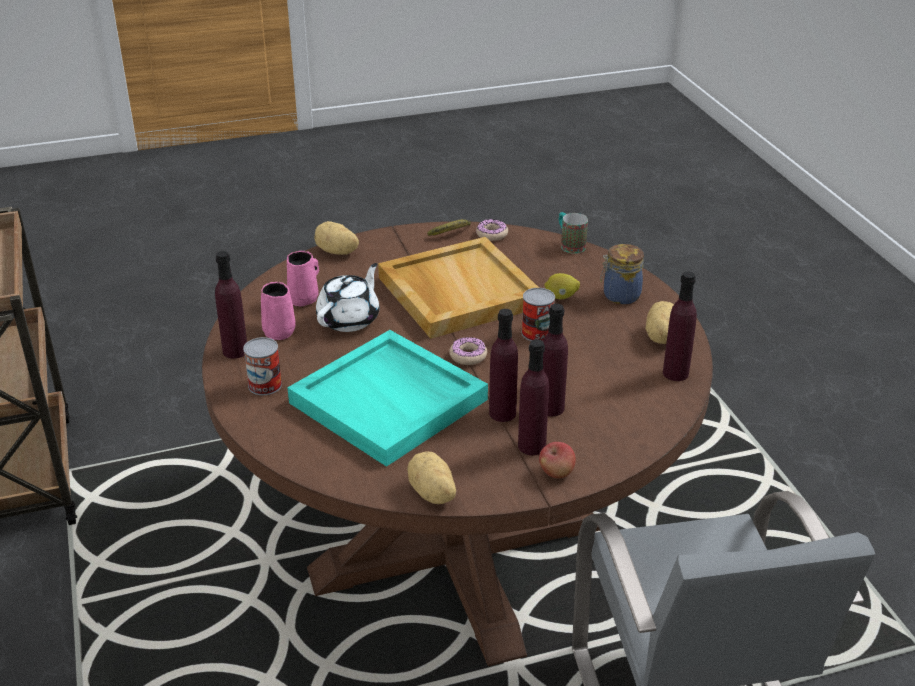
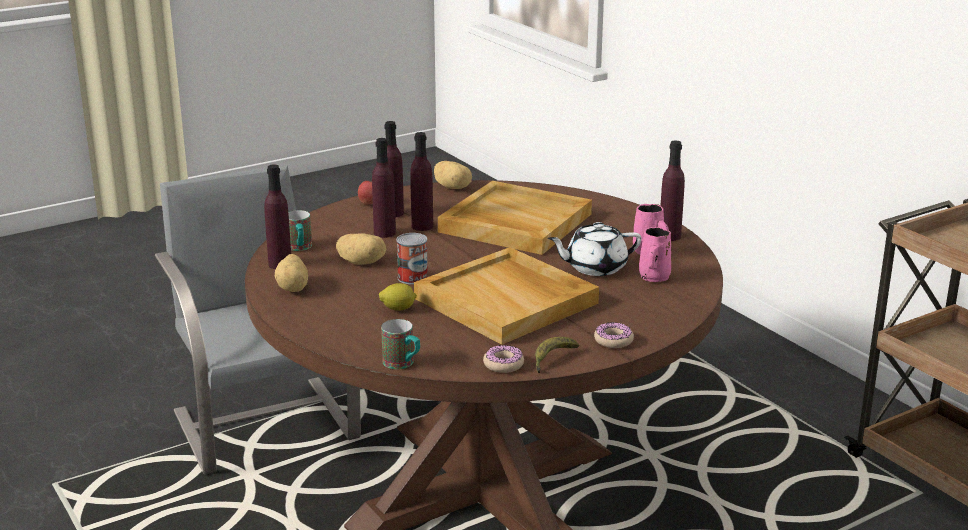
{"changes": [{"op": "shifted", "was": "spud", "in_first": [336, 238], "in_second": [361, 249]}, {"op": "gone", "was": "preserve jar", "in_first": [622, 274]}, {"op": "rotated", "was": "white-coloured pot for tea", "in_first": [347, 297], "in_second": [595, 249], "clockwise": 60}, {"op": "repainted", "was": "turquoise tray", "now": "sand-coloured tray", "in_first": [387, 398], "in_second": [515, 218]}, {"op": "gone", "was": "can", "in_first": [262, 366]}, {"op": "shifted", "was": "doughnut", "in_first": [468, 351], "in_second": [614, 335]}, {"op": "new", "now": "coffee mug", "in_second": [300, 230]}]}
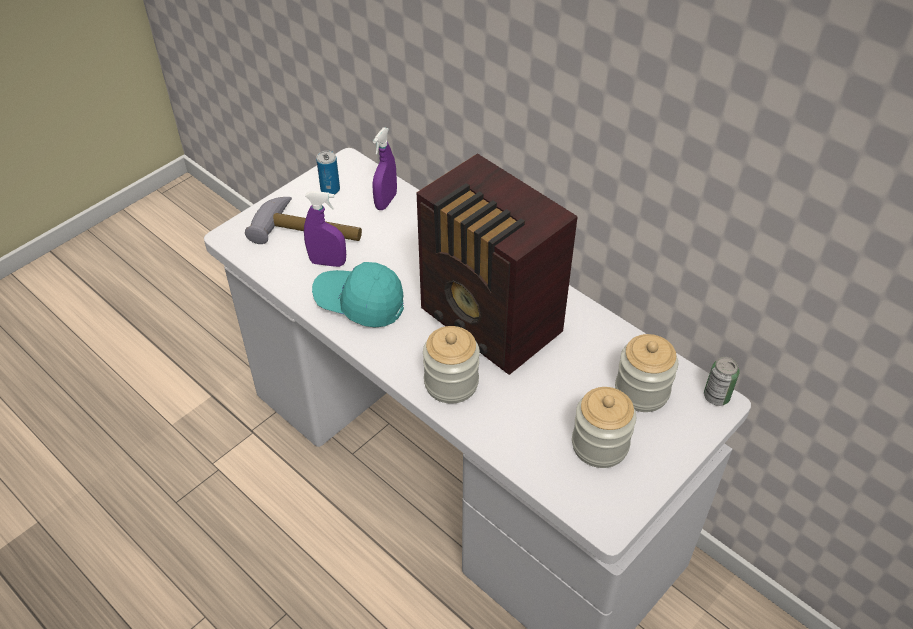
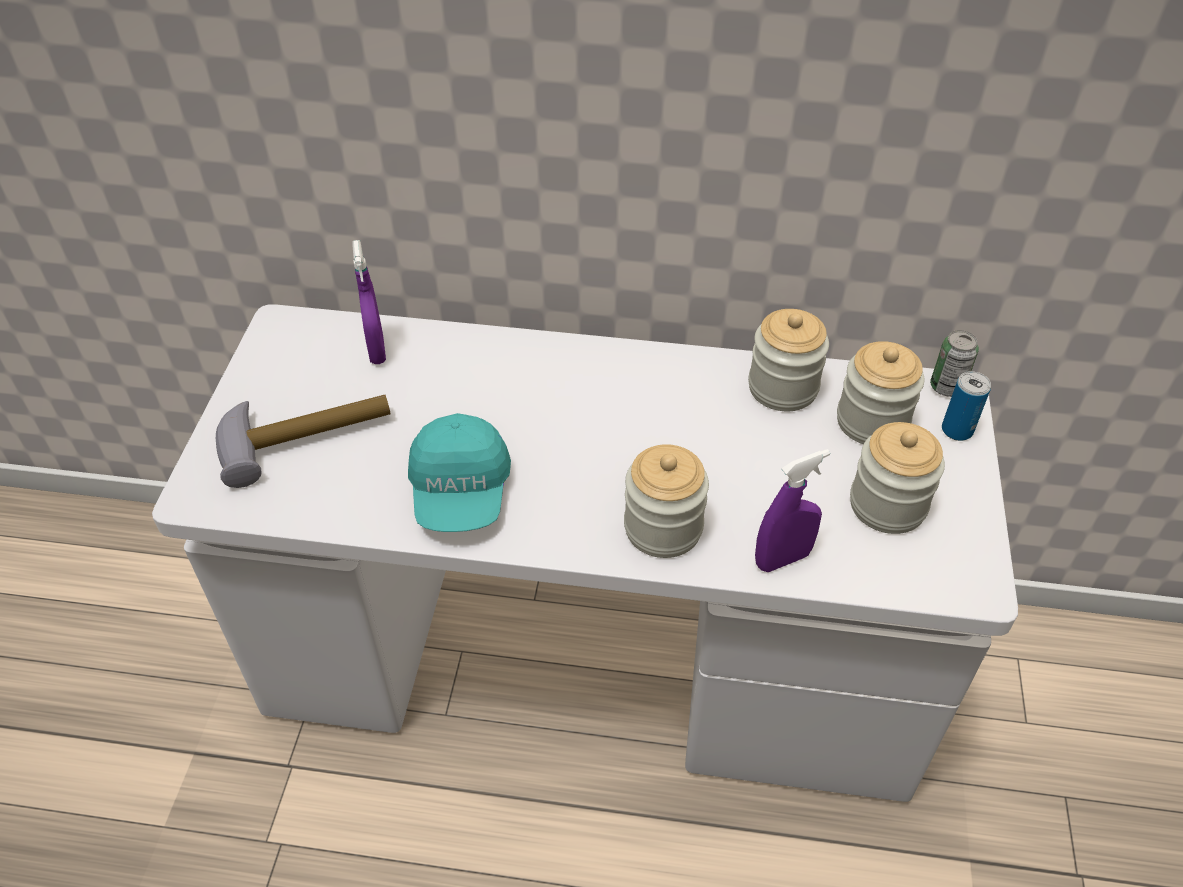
{"changes": [{"op": "shifted", "was": "can", "in_first": [328, 172], "in_second": [966, 406]}, {"op": "gone", "was": "radio", "in_first": [496, 264]}, {"op": "shifted", "was": "purple-coloured hand sprayer", "in_first": [325, 229], "in_second": [792, 510]}, {"op": "rotated", "was": "turquoise peaked cap", "in_first": [358, 295], "in_second": [459, 472], "clockwise": -75}, {"op": "new", "now": "preserve jar", "in_second": [788, 360]}]}
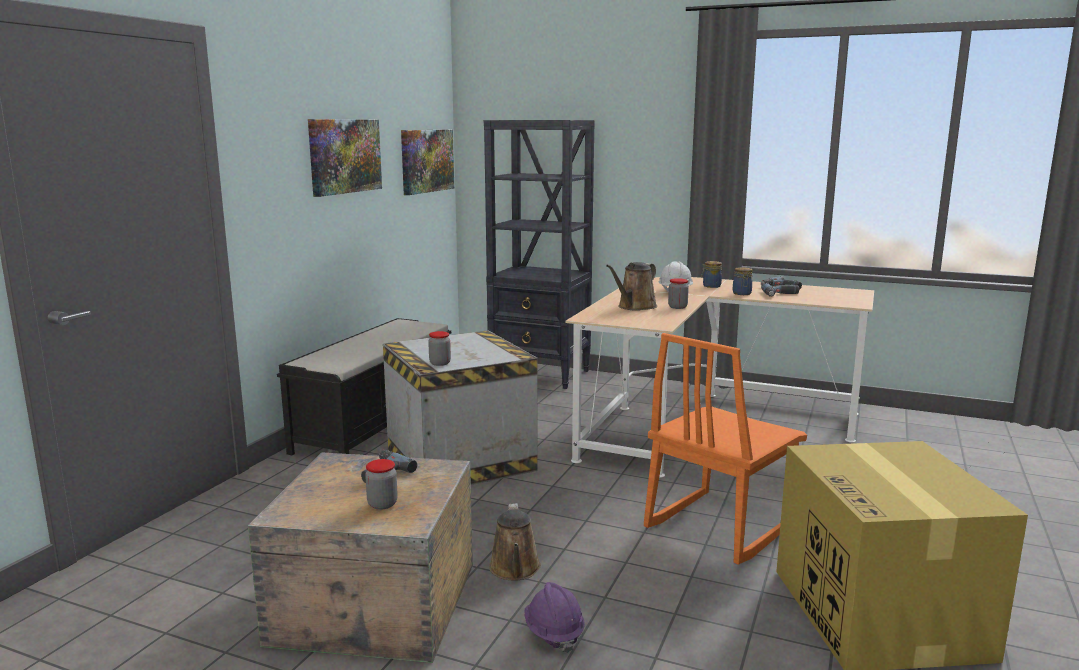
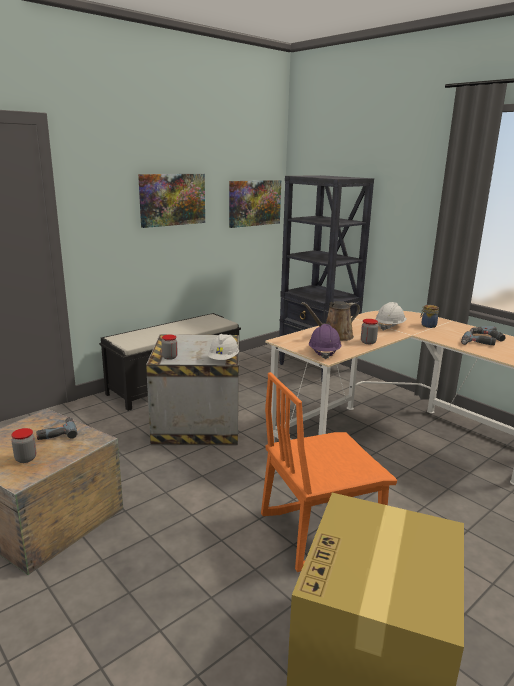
{"changes": [{"op": "gone", "was": "preserve jar", "in_first": [743, 281]}, {"op": "gone", "was": "brownish watering pot", "in_first": [515, 541]}, {"op": "shifted", "was": "purple-coloured safety helmet", "in_first": [555, 617], "in_second": [325, 342]}, {"op": "new", "now": "white-coloured safety helmet", "in_second": [223, 347]}]}
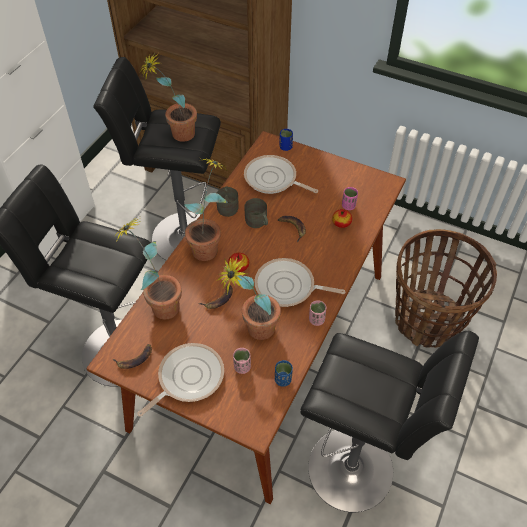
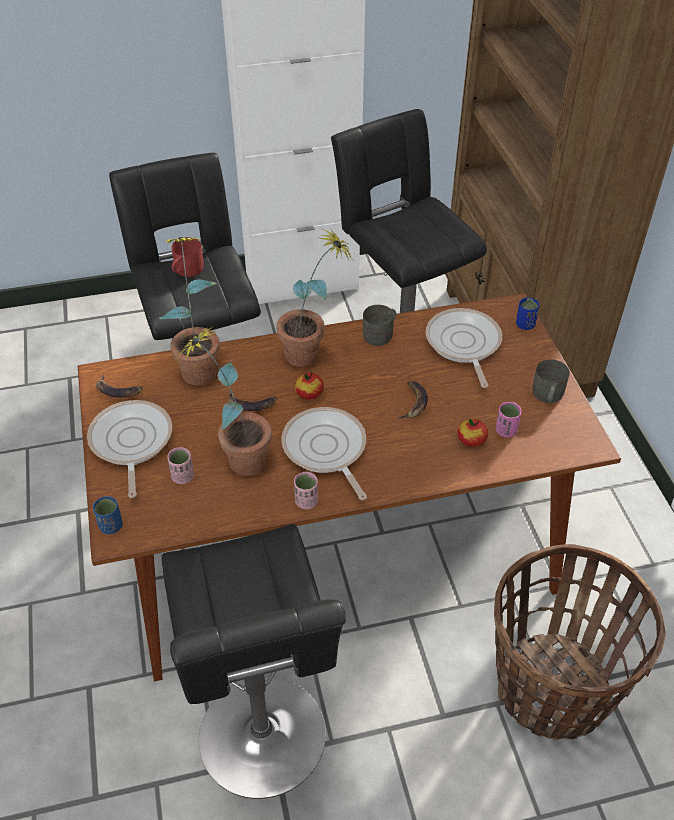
{"changes": [{"op": "gone", "was": "plant in a pot", "in_first": [168, 97]}, {"op": "shifted", "was": "grey coffee mug", "in_first": [256, 213], "in_second": [551, 381]}, {"op": "rotated", "was": "skillet", "in_first": [180, 380], "in_second": [129, 449], "clockwise": -105}, {"op": "shifted", "was": "blue-coloured cup", "in_first": [284, 373], "in_second": [108, 515]}, {"op": "new", "now": "red coffee mug", "in_second": [188, 257]}]}
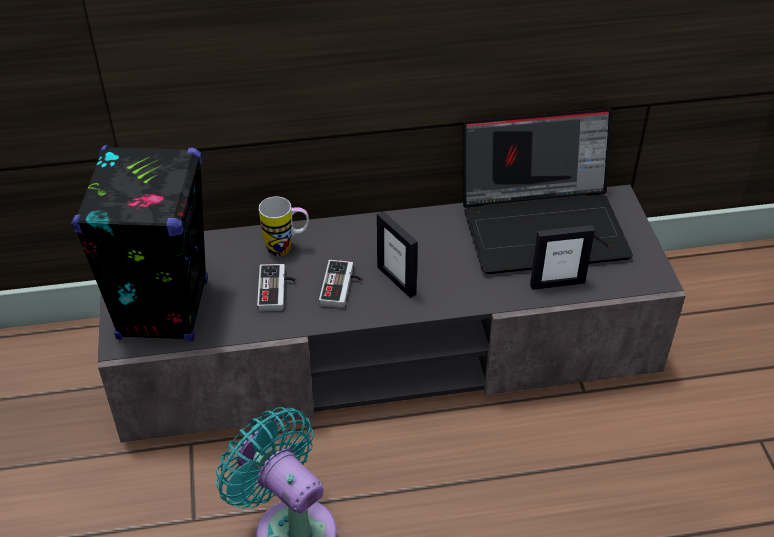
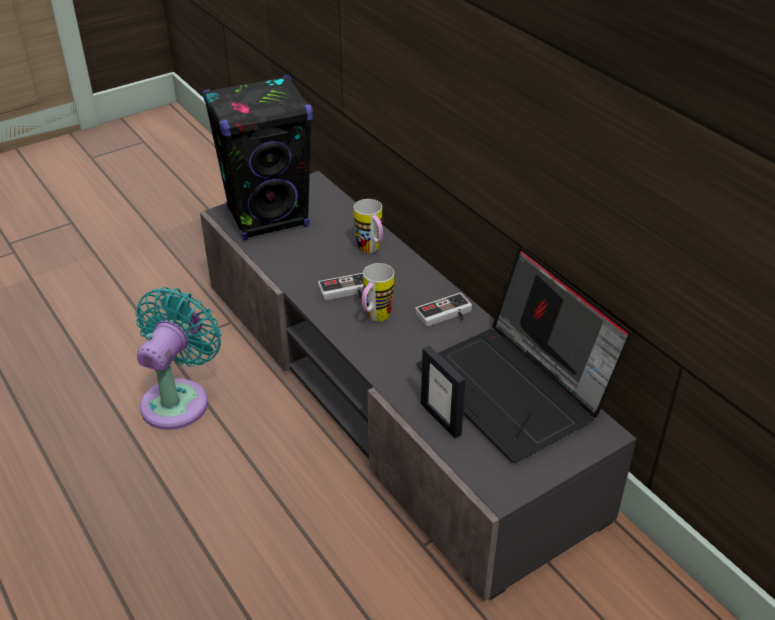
{"changes": [{"op": "swapped", "was": "standing frame", "now": "coffee mug", "in_first": [397, 254], "in_second": [378, 292]}, {"op": "shifted", "was": "joypad", "in_first": [277, 288], "in_second": [443, 310]}]}
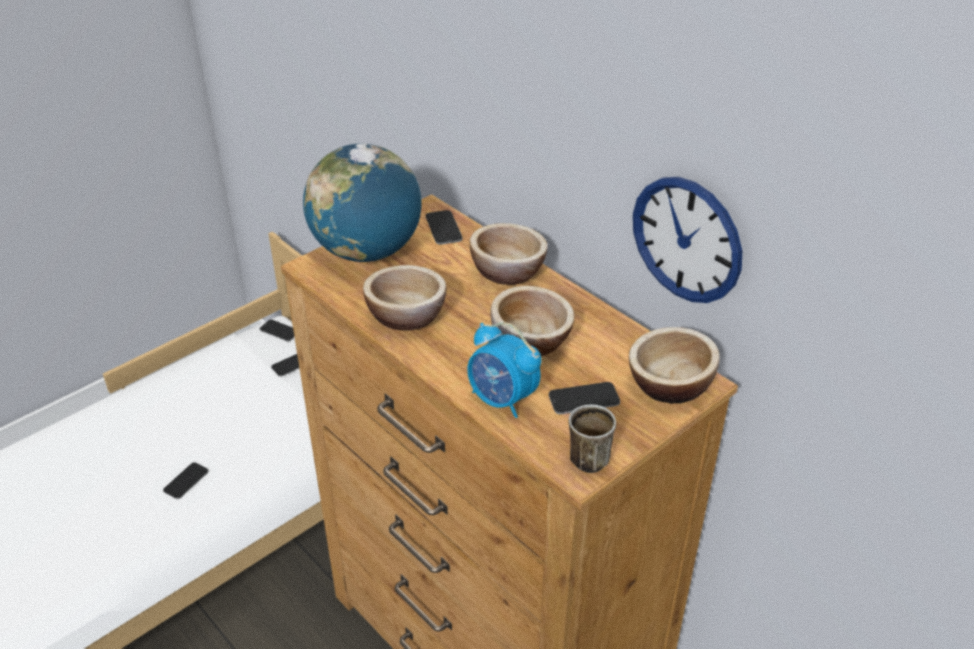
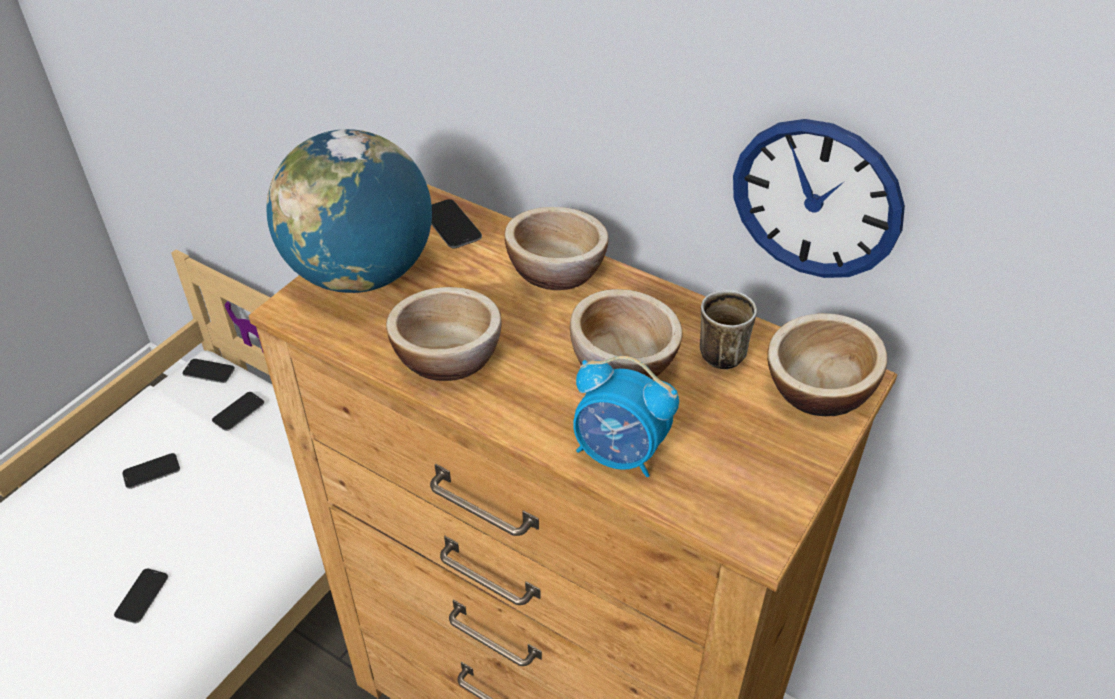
{"changes": [{"op": "shifted", "was": "telephone", "in_first": [584, 398], "in_second": [151, 471]}, {"op": "shifted", "was": "coffee mug", "in_first": [592, 438], "in_second": [728, 330]}]}
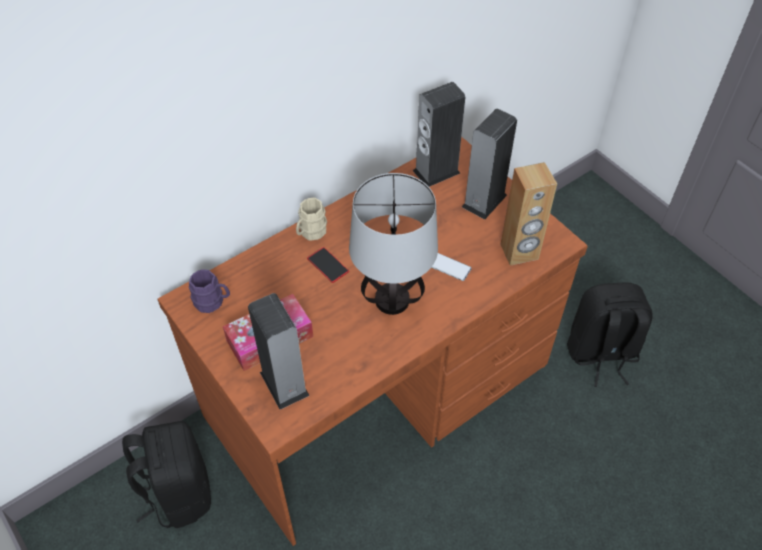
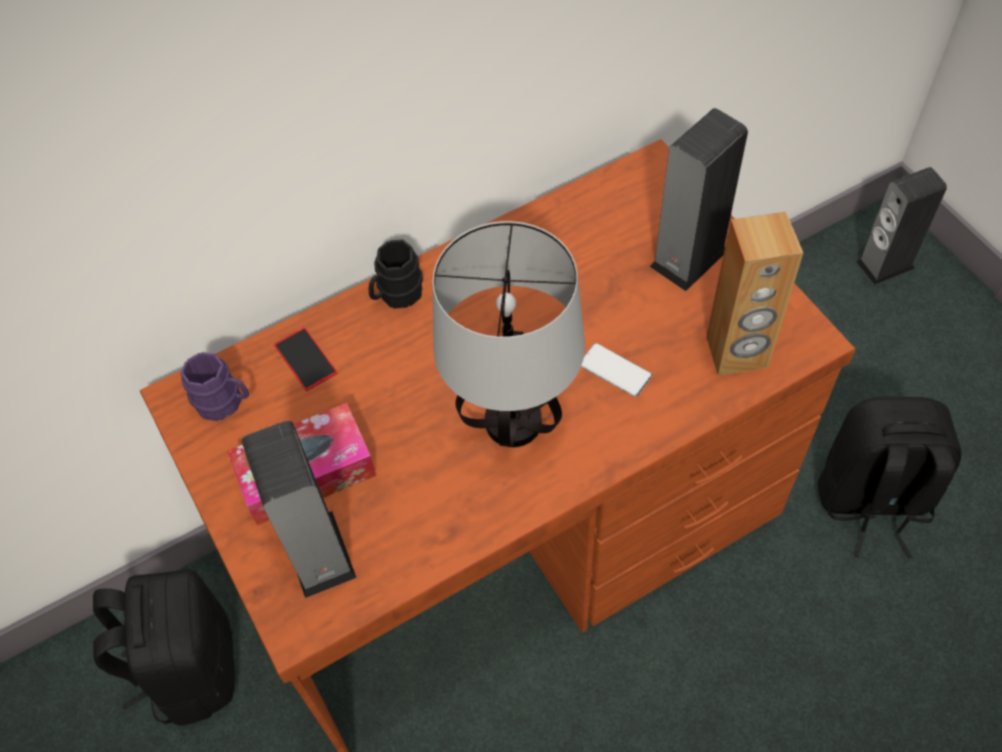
{"changes": [{"op": "shifted", "was": "speaker", "in_first": [439, 134], "in_second": [901, 226]}, {"op": "repainted", "was": "sand-coloured coffee mug", "now": "black coffee mug", "in_first": [311, 219], "in_second": [396, 274]}, {"op": "shifted", "was": "telephone", "in_first": [328, 265], "in_second": [305, 359]}]}
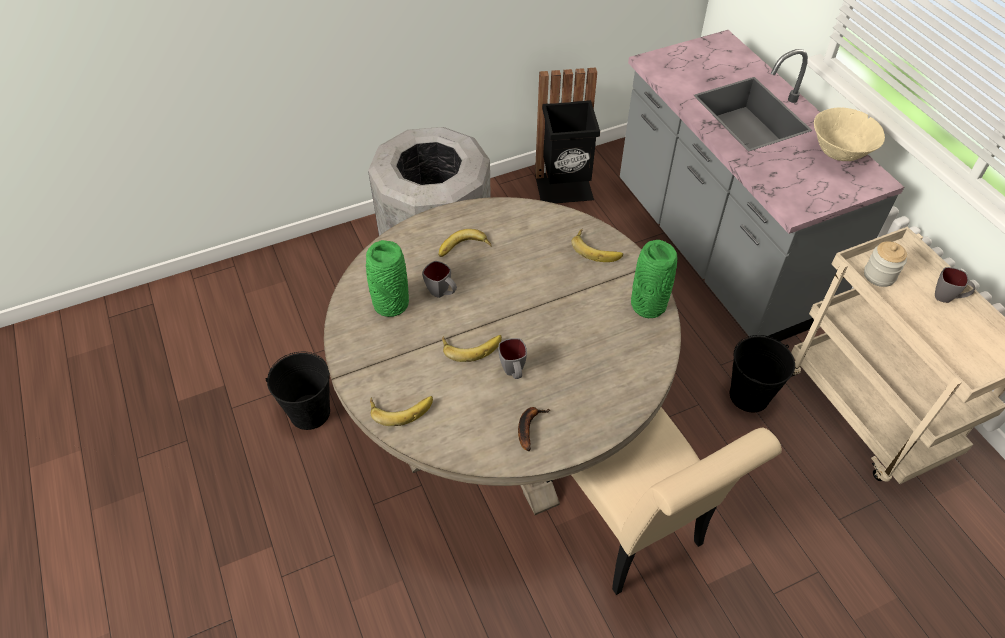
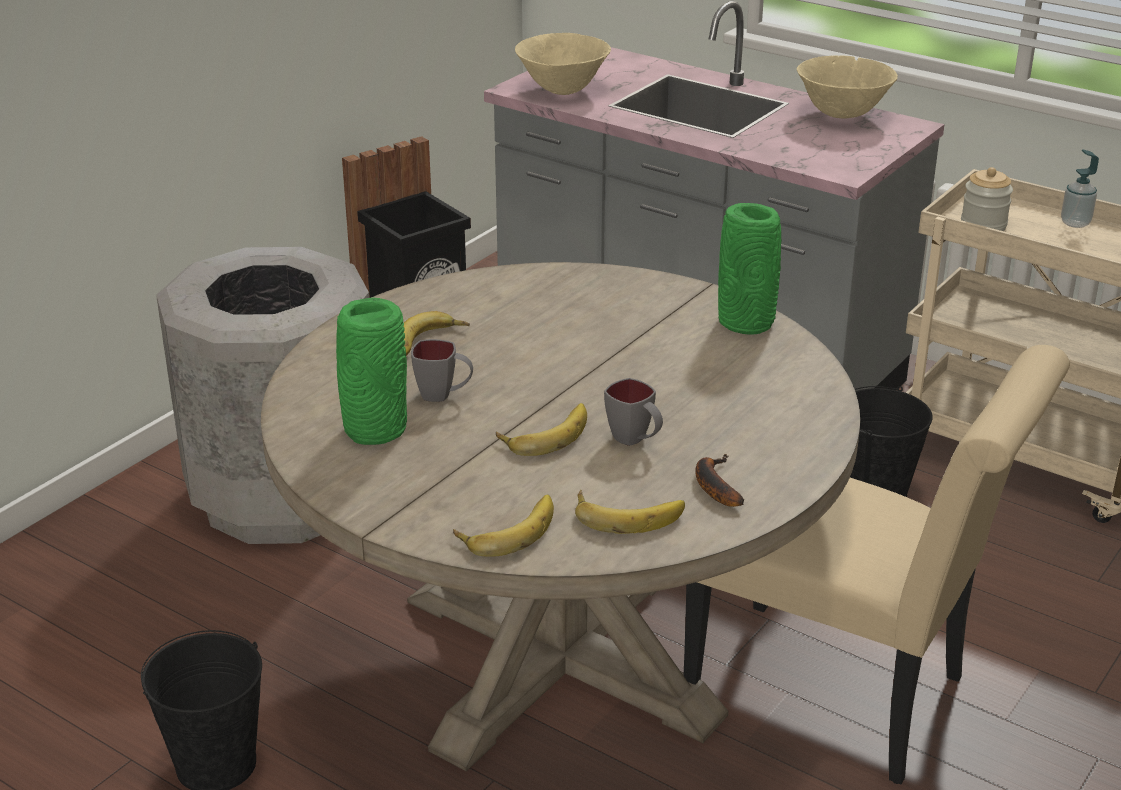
{"changes": [{"op": "shifted", "was": "banana", "in_first": [597, 245], "in_second": [630, 512]}, {"op": "swapped", "was": "grey coffee mug", "now": "liquid soap bottle", "in_first": [955, 285], "in_second": [1080, 188]}, {"op": "new", "now": "sand-coloured serving bowl", "in_second": [563, 64]}]}
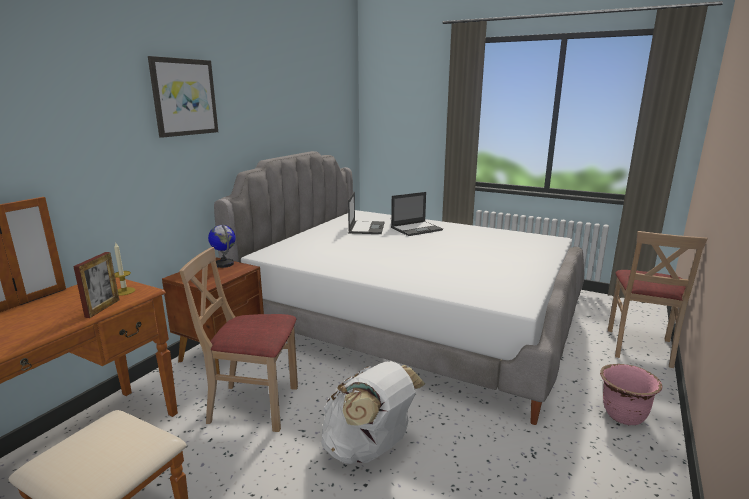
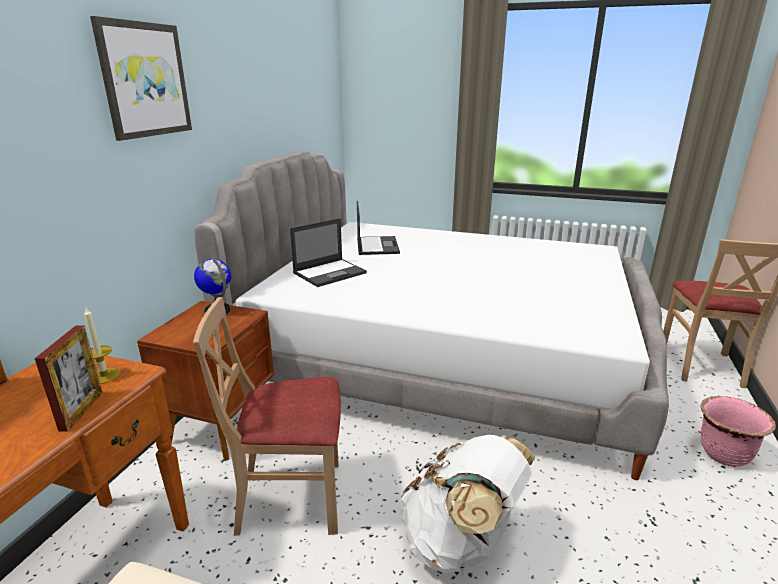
{"changes": [{"op": "shifted", "was": "notebook computer", "in_first": [417, 214], "in_second": [328, 252]}]}
